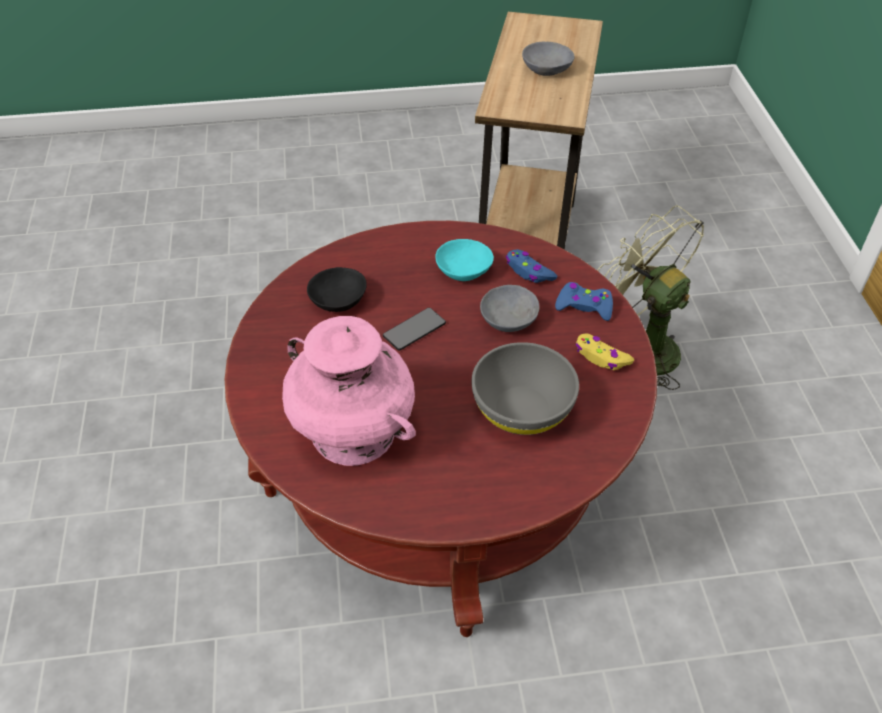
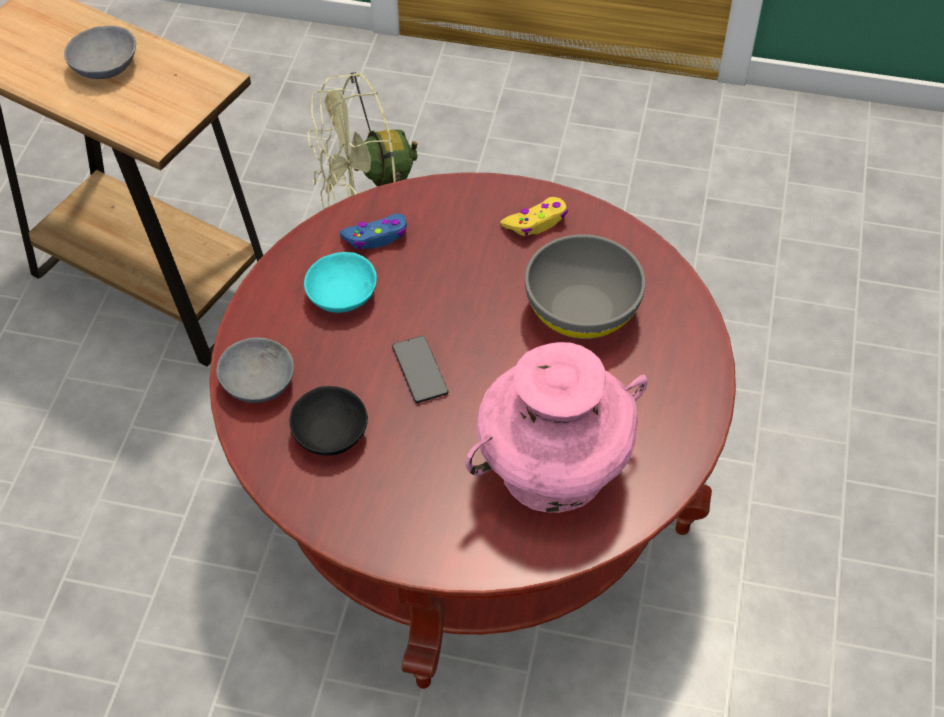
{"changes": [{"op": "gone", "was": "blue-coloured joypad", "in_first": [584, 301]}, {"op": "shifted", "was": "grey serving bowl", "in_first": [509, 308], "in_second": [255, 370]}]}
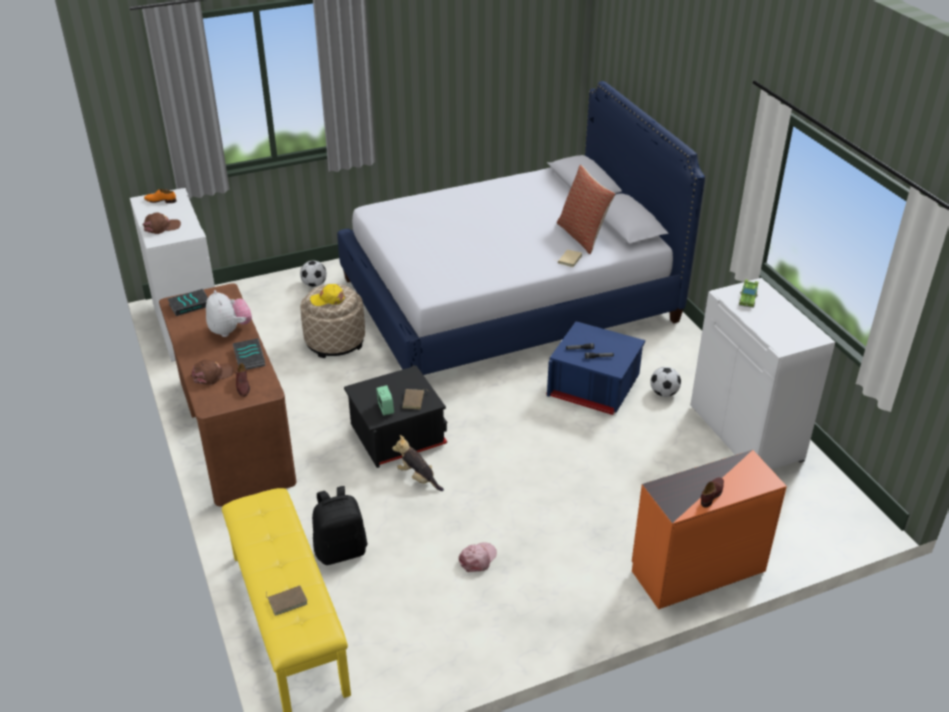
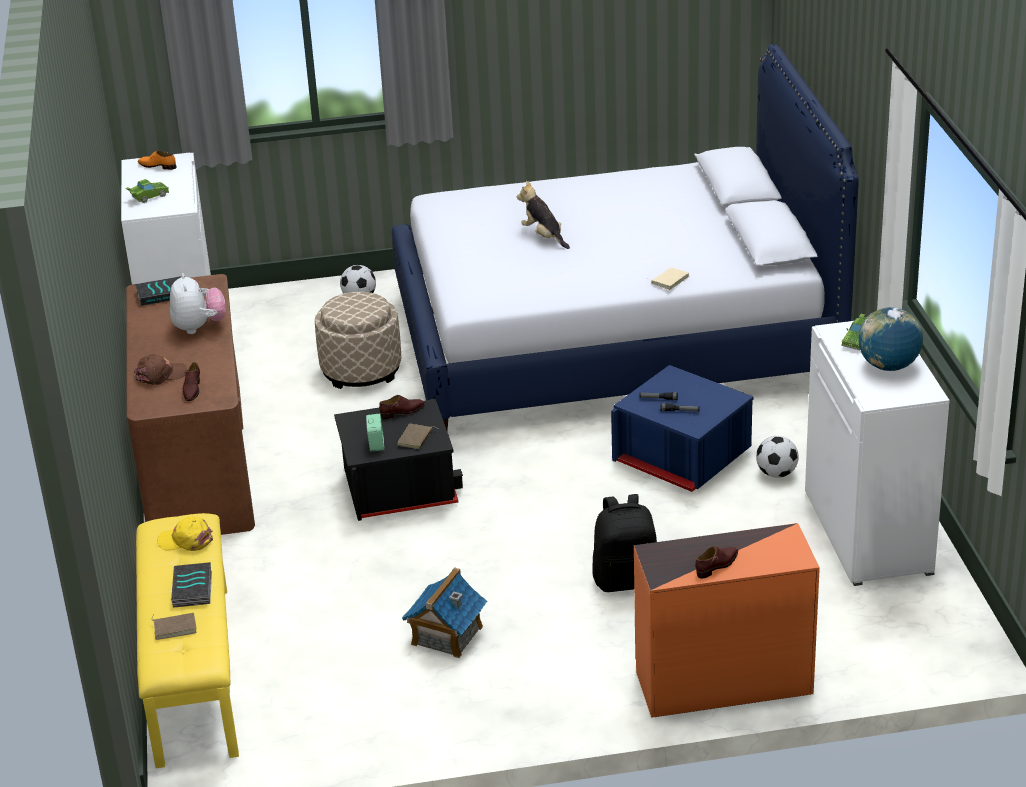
{"changes": [{"op": "gone", "was": "cushion", "in_first": [586, 209]}, {"op": "swapped", "was": "brownish peaked cap", "now": "green-coloured miniature car", "in_first": [161, 223], "in_second": [147, 191]}, {"op": "shifted", "was": "yellow-coloured peaked cap", "in_first": [327, 295], "in_second": [185, 533]}, {"op": "shifted", "was": "bound book", "in_first": [249, 354], "in_second": [191, 584]}, {"op": "shifted", "was": "cuddly toy", "in_first": [418, 463], "in_second": [543, 215]}, {"op": "shifted", "was": "black knapsack", "in_first": [339, 525], "in_second": [624, 543]}, {"op": "swapped", "was": "pinkish peaked cap", "now": "toy house", "in_first": [478, 557], "in_second": [444, 612]}, {"op": "new", "now": "desk globe", "in_second": [890, 339]}, {"op": "new", "now": "brownish item of footwear", "in_second": [402, 407]}]}
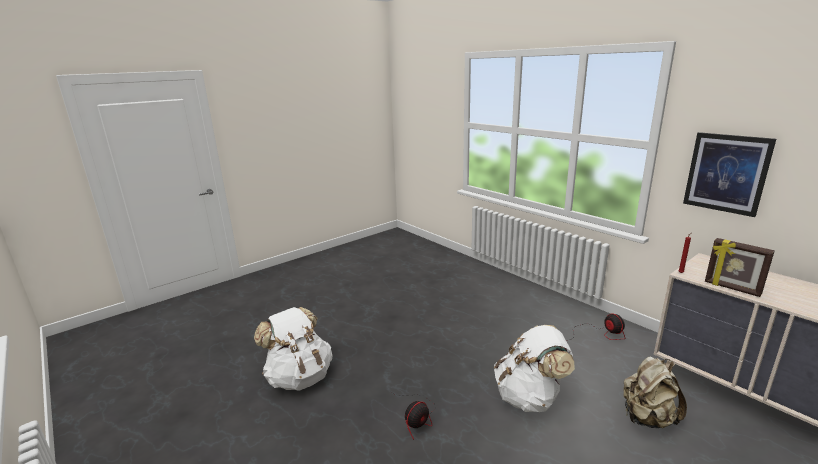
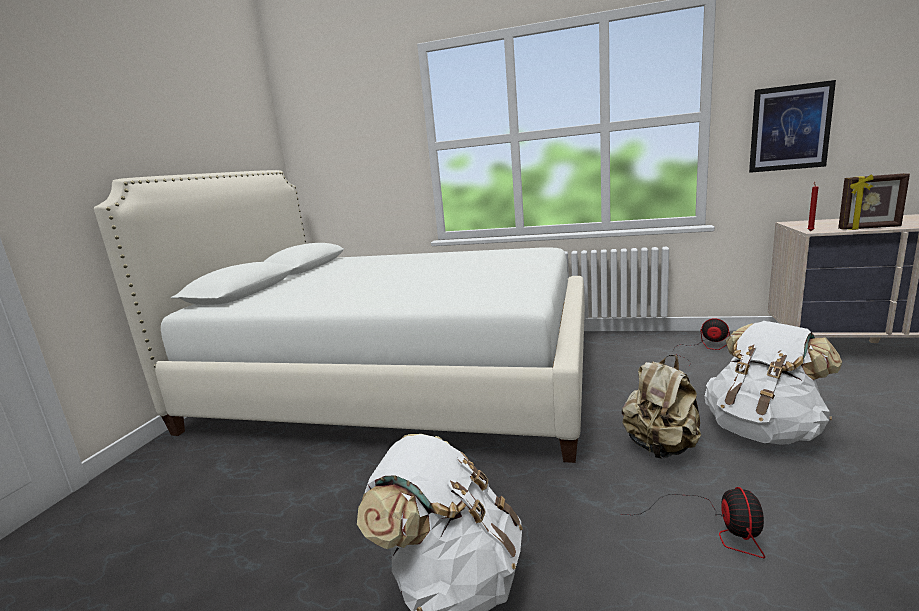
{"changes": [{"op": "shifted", "was": "sand-coloured knapsack", "in_first": [655, 392], "in_second": [661, 407]}, {"op": "new", "now": "white-coloured bedroom bed", "in_second": [339, 316]}]}
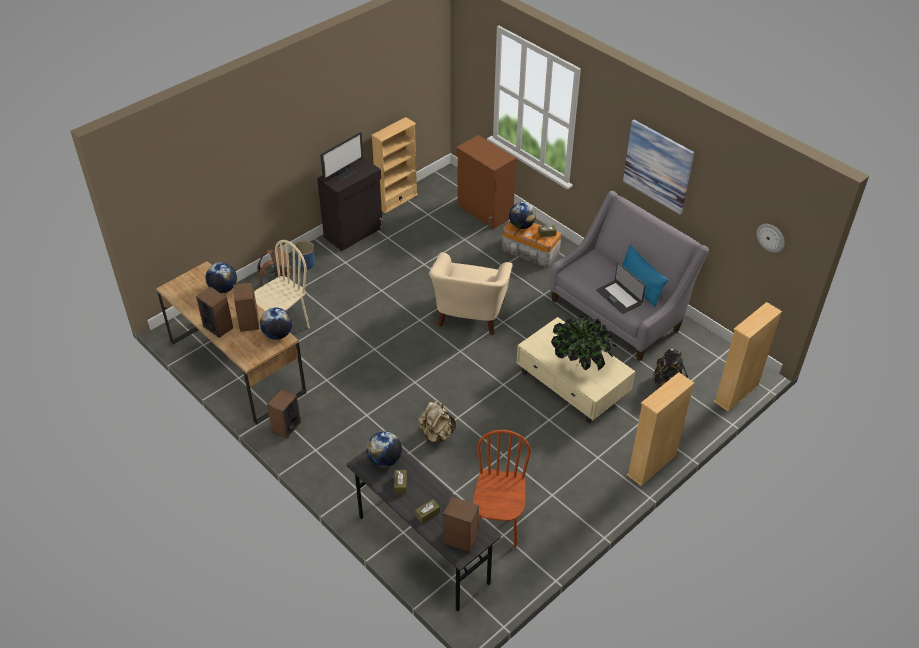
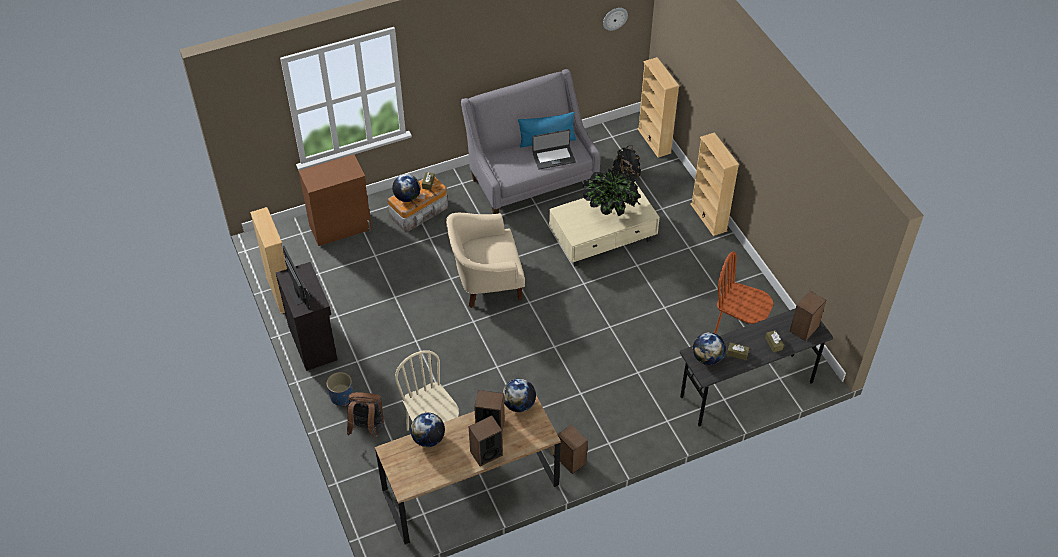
{"changes": [{"op": "gone", "was": "wall art", "in_first": [658, 167]}, {"op": "rotated", "was": "sand-coloured lounge chair", "in_first": [471, 293], "in_second": [485, 260], "clockwise": 135}, {"op": "gone", "was": "sand-coloured knapsack", "in_first": [437, 422]}]}
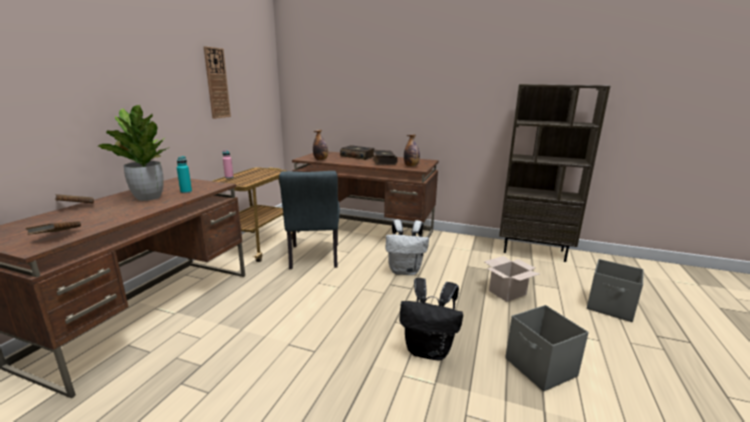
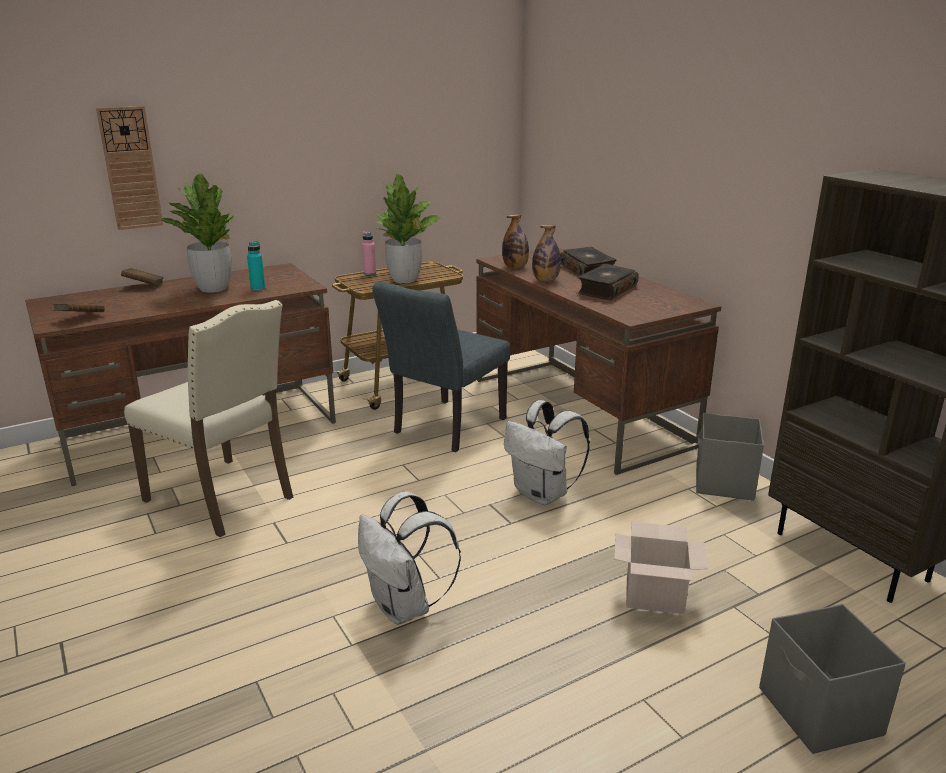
{"changes": [{"op": "shifted", "was": "clock on the wall", "in_first": [217, 82], "in_second": [129, 168]}, {"op": "shifted", "was": "beverage bottle", "in_first": [412, 150], "in_second": [546, 253]}, {"op": "repainted", "was": "black knapsack", "now": "white-coloured knapsack", "in_first": [431, 319], "in_second": [409, 558]}, {"op": "shifted", "was": "grey storage container", "in_first": [547, 348], "in_second": [730, 456]}, {"op": "new", "now": "plant in a pot", "in_second": [408, 228]}, {"op": "new", "now": "sand-coloured plain chair", "in_second": [208, 418]}]}
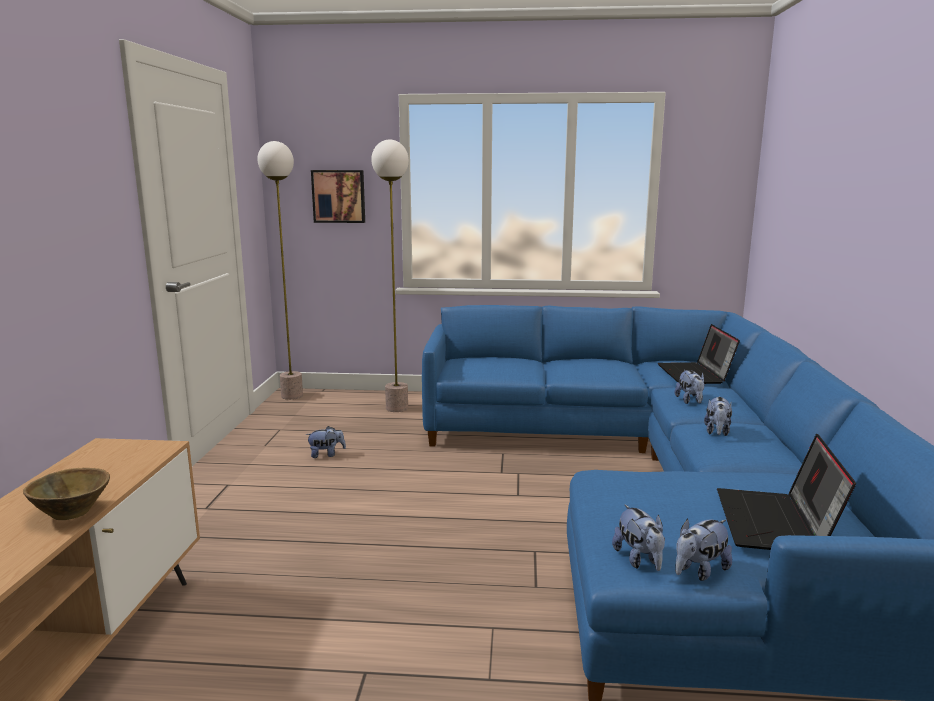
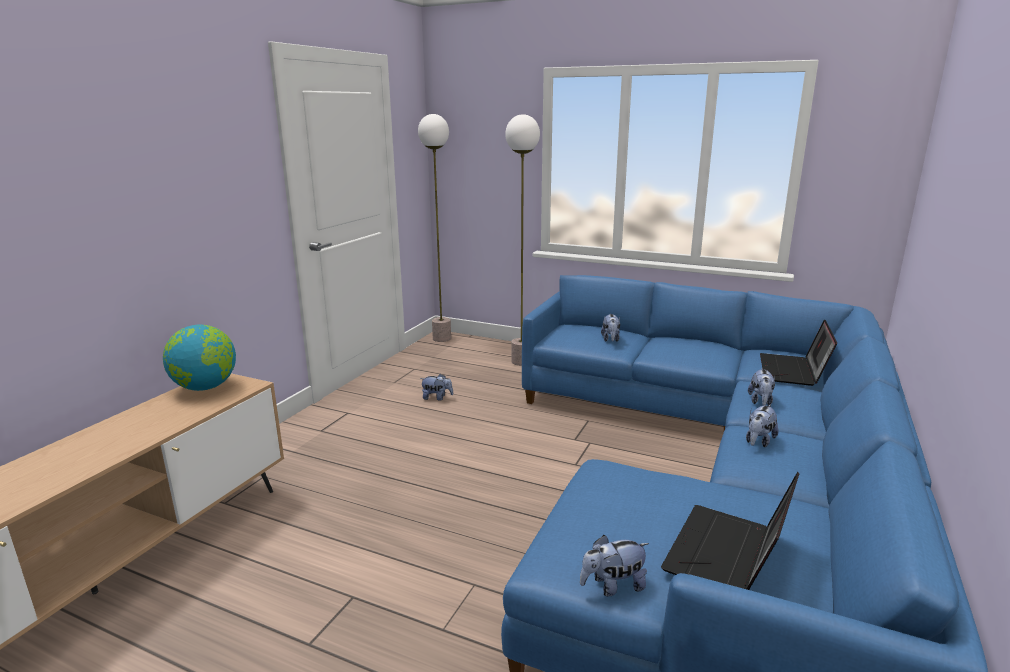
{"changes": [{"op": "gone", "was": "wall art", "in_first": [338, 196]}, {"op": "gone", "was": "brownish serving bowl", "in_first": [66, 494]}, {"op": "shifted", "was": "cuddly toy", "in_first": [638, 537], "in_second": [610, 328]}, {"op": "new", "now": "desk globe", "in_second": [199, 357]}]}
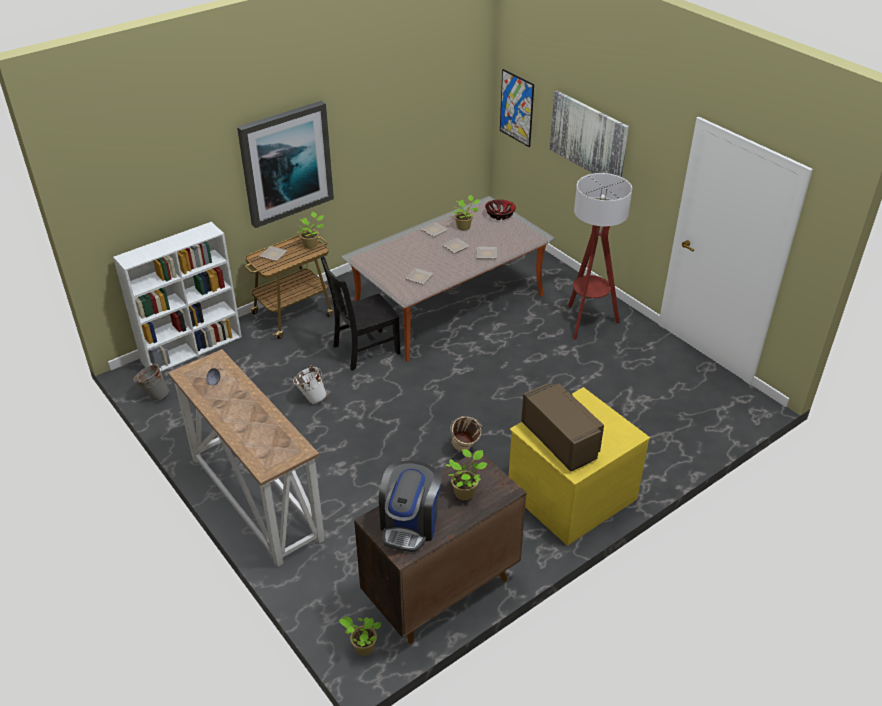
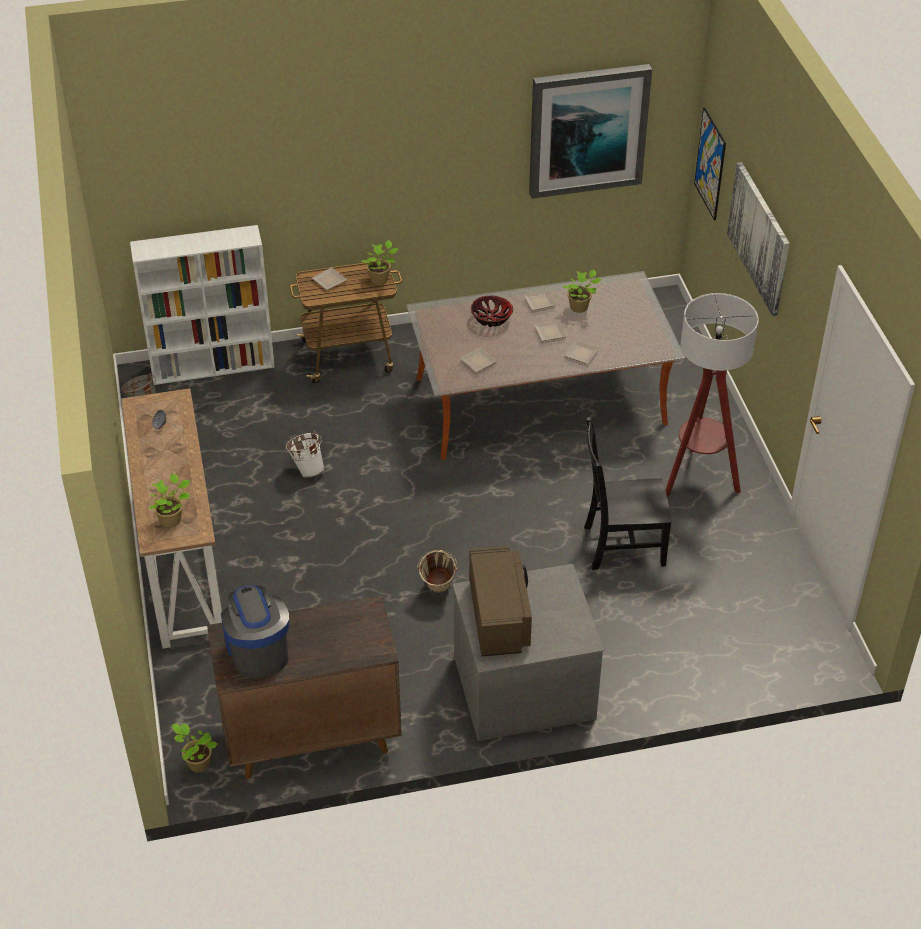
{"changes": [{"op": "shifted", "was": "wall art", "in_first": [285, 164], "in_second": [590, 131]}, {"op": "shifted", "was": "serving bowl", "in_first": [500, 209], "in_second": [492, 311]}, {"op": "shifted", "was": "black plain chair", "in_first": [360, 313], "in_second": [628, 493]}, {"op": "repainted", "was": "yellow-coloured drawer chest", "now": "grey drawer chest", "in_first": [579, 466], "in_second": [528, 652]}, {"op": "shifted", "was": "plant in a pot", "in_first": [467, 474], "in_second": [169, 500]}, {"op": "rotated", "was": "coffee brewer", "in_first": [410, 506], "in_second": [255, 631], "clockwise": 120}]}
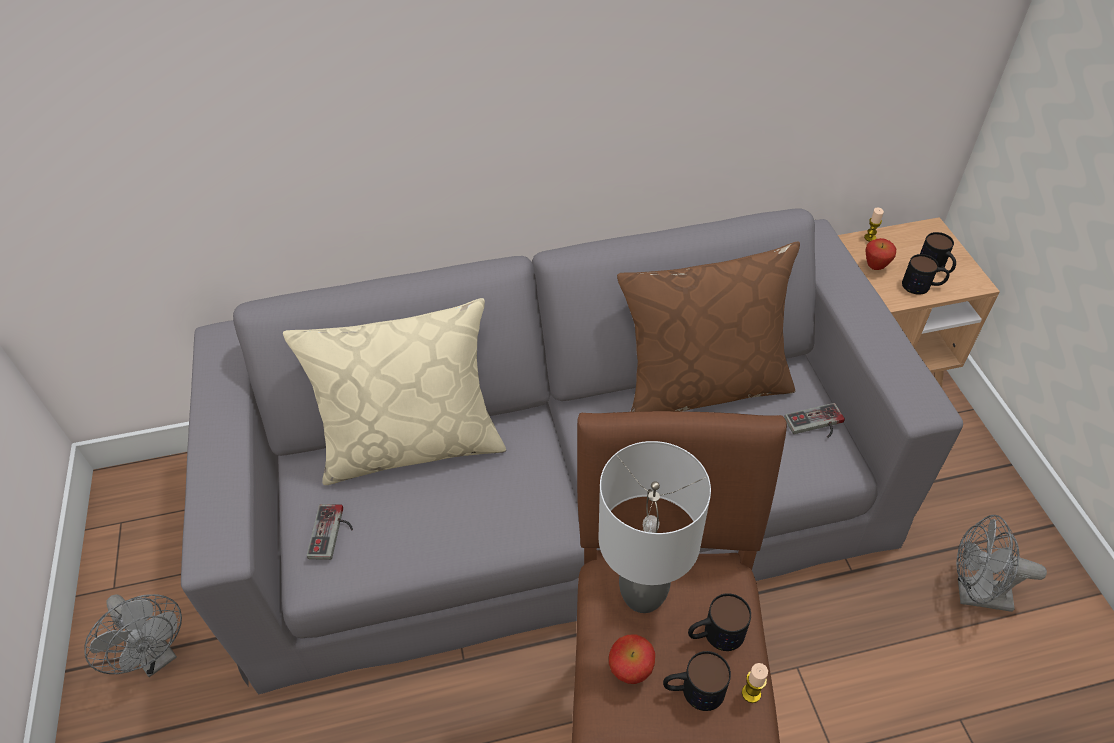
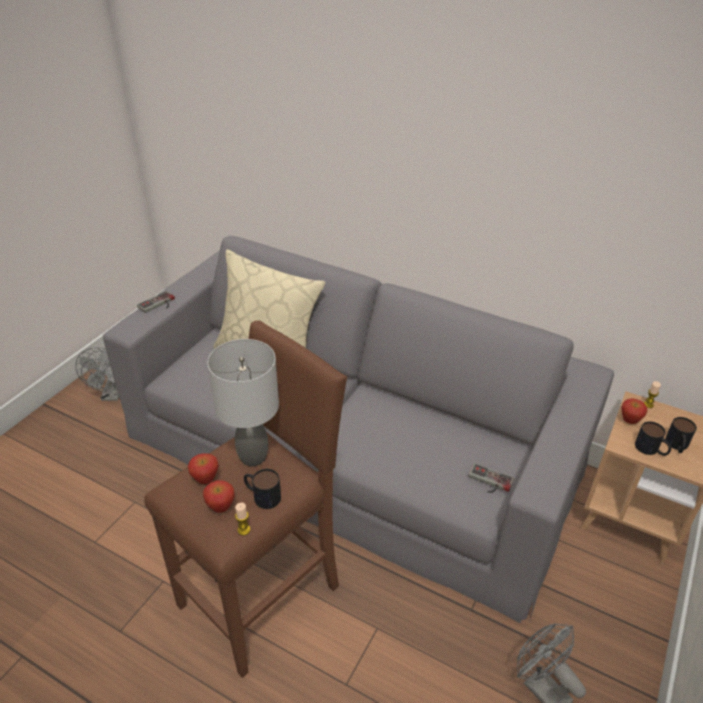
{"changes": [{"op": "gone", "was": "brownish cushion", "in_first": [708, 327]}, {"op": "shifted", "was": "joypad", "in_first": [330, 532], "in_second": [156, 302]}, {"op": "swapped", "was": "coffee mug", "now": "whole apple", "in_first": [697, 681], "in_second": [219, 496]}]}
